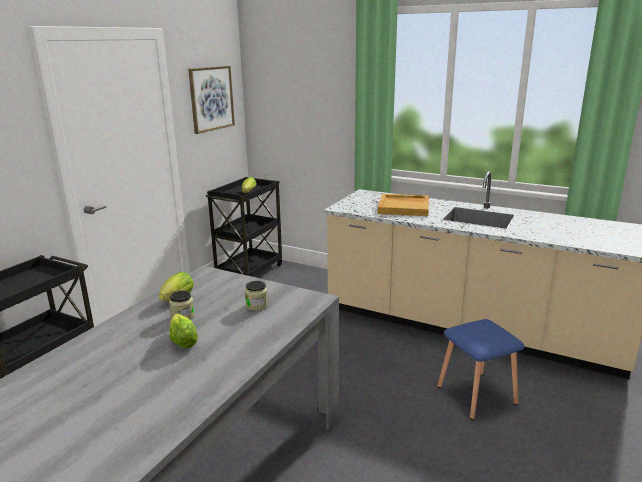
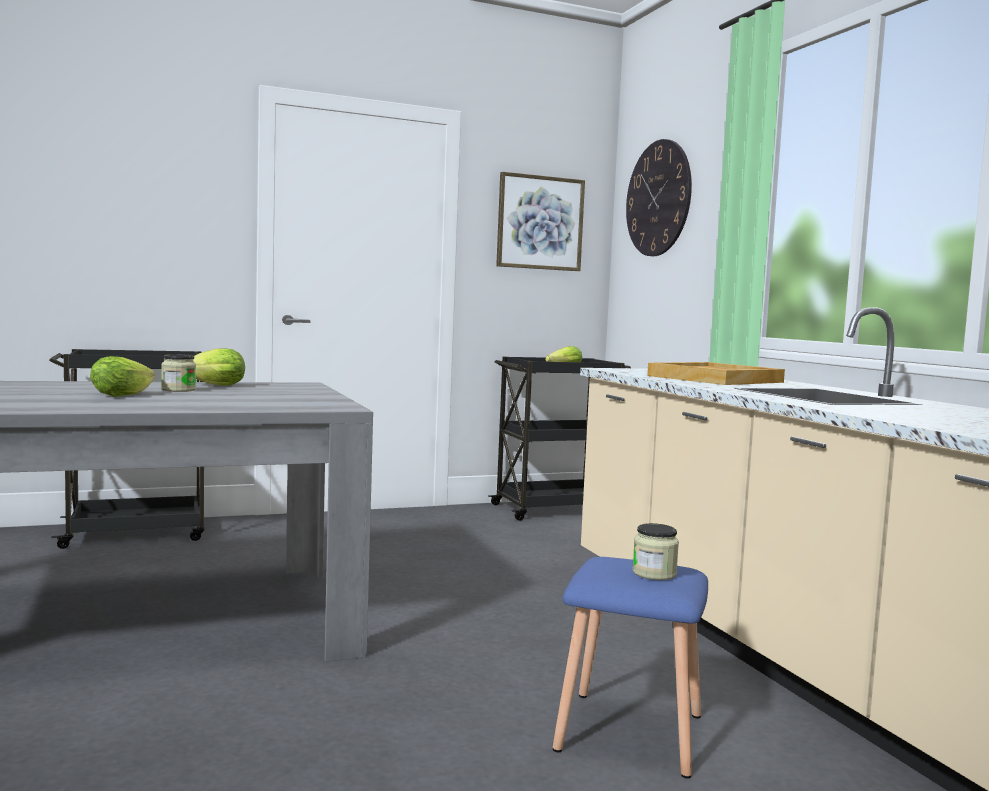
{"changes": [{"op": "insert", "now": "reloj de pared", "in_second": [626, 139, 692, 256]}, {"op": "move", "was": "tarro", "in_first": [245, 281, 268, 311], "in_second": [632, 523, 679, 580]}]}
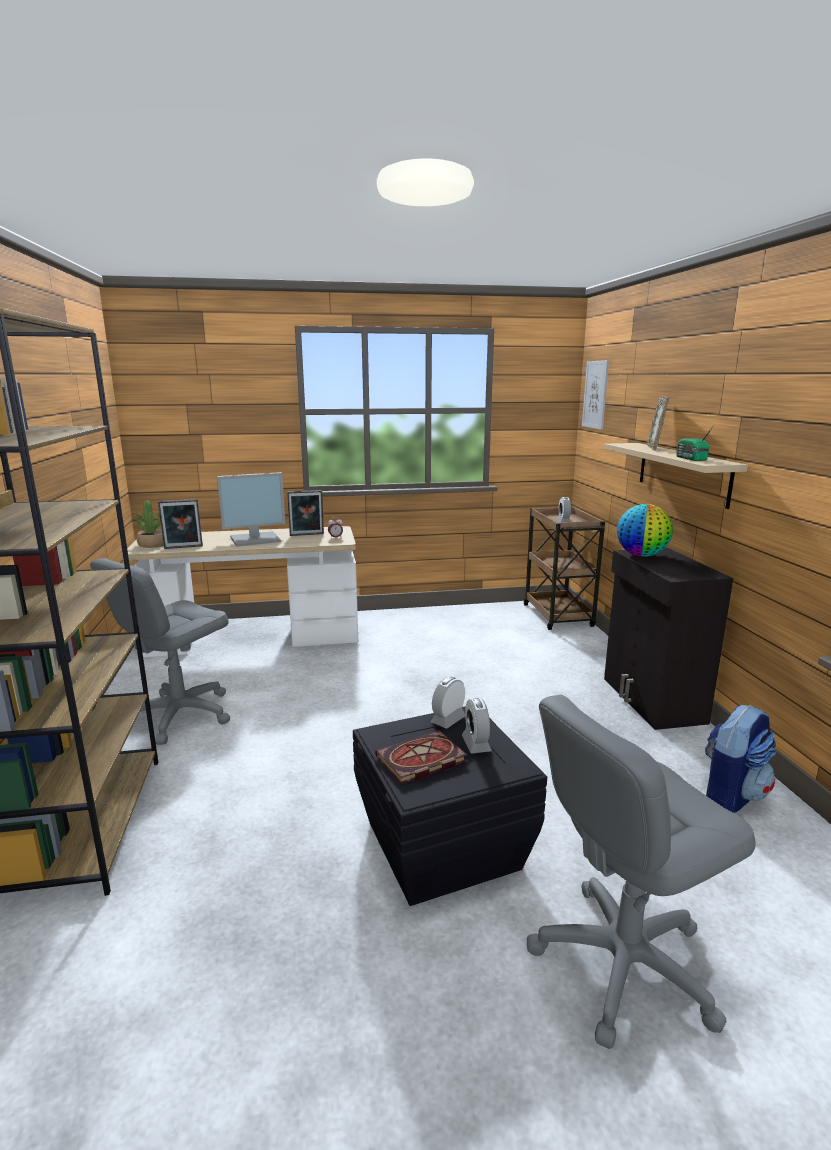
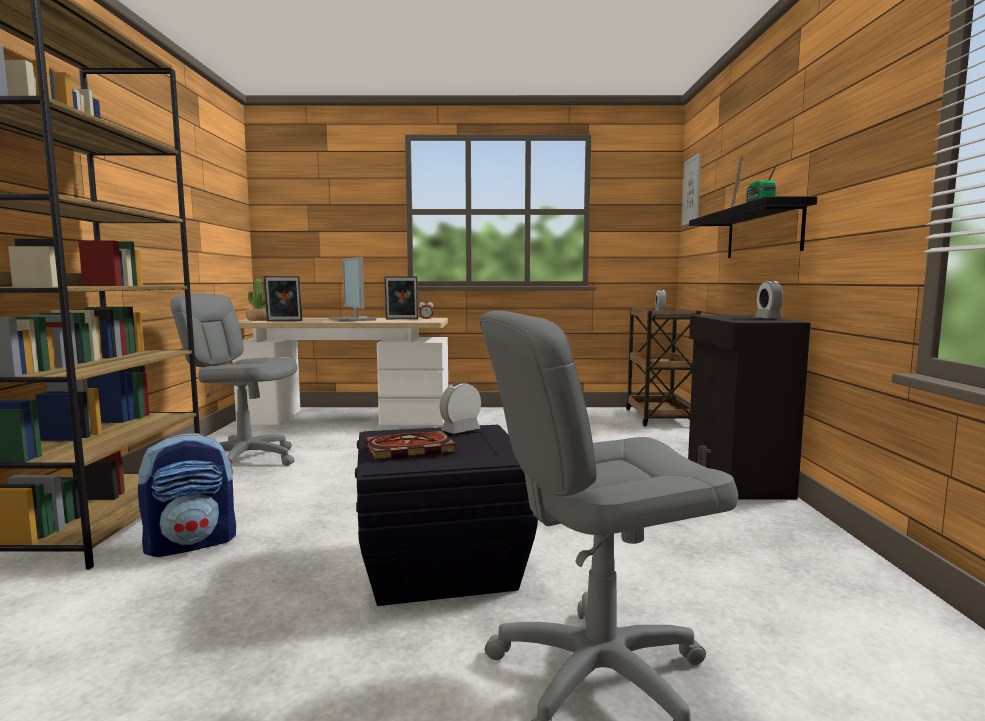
{"changes": [{"op": "move", "was": "mochila", "in_first": [705, 705, 776, 813], "in_second": [138, 433, 236, 557]}, {"op": "rotate", "was": "silla de oficina (gris)", "in_first": [90, 558, 230, 745], "in_second": [170, 293, 298, 475], "clockwise": 60}, {"op": "rotate", "was": "monitor", "in_first": [217, 472, 285, 547], "in_second": [329, 257, 376, 322], "clockwise": 75}, {"op": "recolor", "was": "estante (beis)", "now": "estante (negro)", "in_first": [604, 443, 748, 509], "in_second": [689, 196, 817, 258]}, {"op": "move", "was": "despertador", "in_first": [462, 698, 492, 753], "in_second": [754, 280, 783, 318]}, {"op": "delete", "was": "globo terráqueo", "in_first": [617, 504, 673, 557]}]}
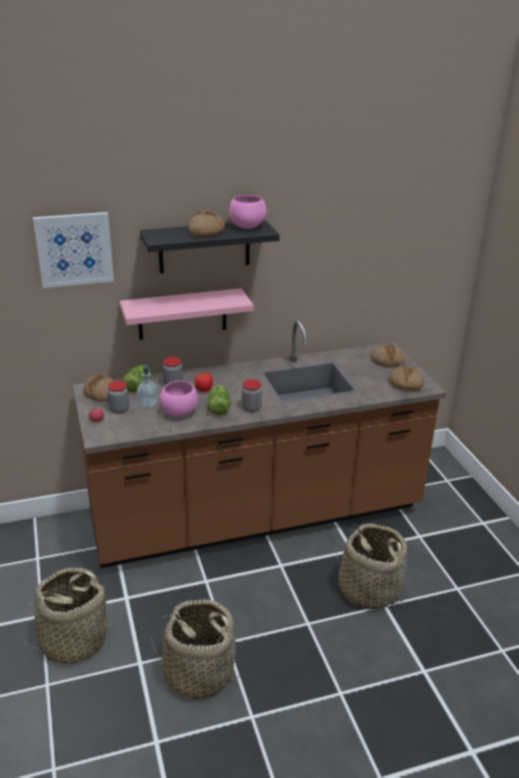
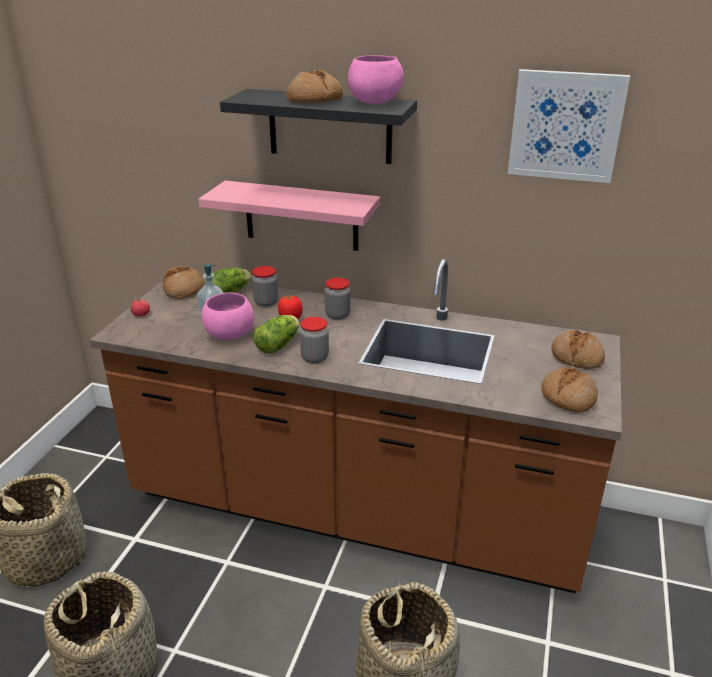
{"changes": [{"op": "move", "was": "tarro", "in_first": [107, 381, 129, 414], "in_second": [325, 278, 351, 320]}, {"op": "move", "was": "cuadro", "in_first": [33, 212, 114, 288], "in_second": [508, 69, 630, 183]}]}
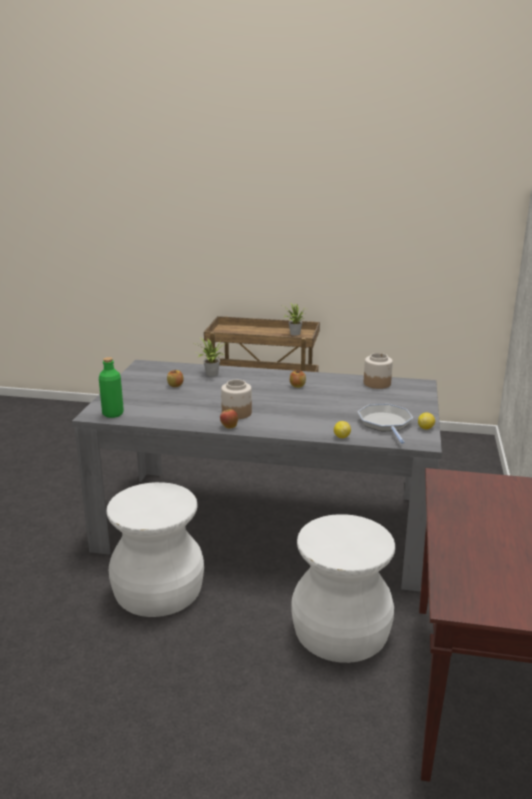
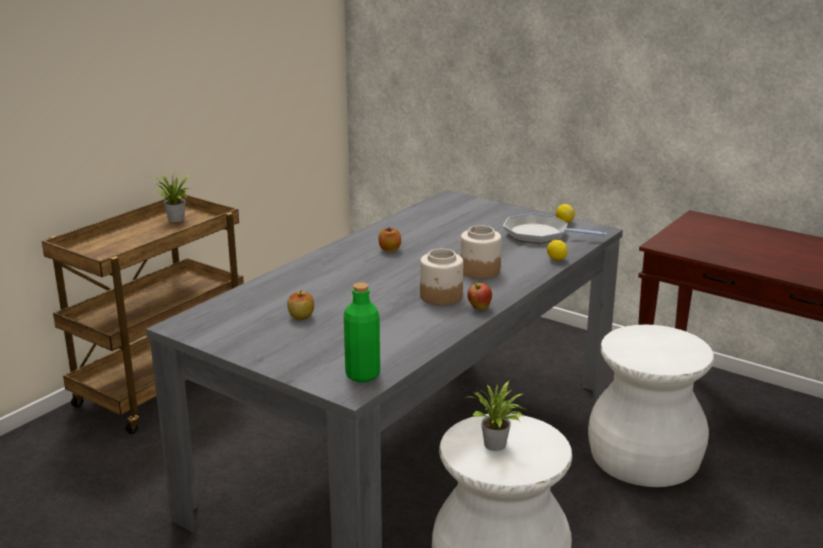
{"changes": [{"op": "move", "was": "tarro", "in_first": [364, 353, 393, 389], "in_second": [460, 225, 501, 279]}, {"op": "move", "was": "planta en maceta", "in_first": [196, 338, 226, 376], "in_second": [472, 381, 526, 451]}]}
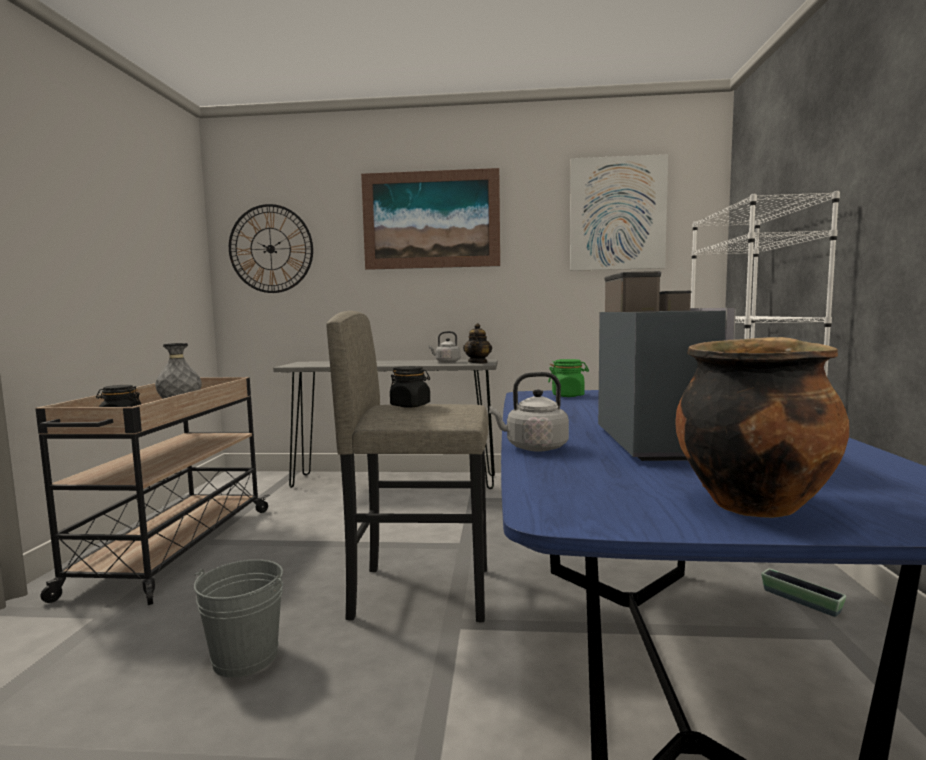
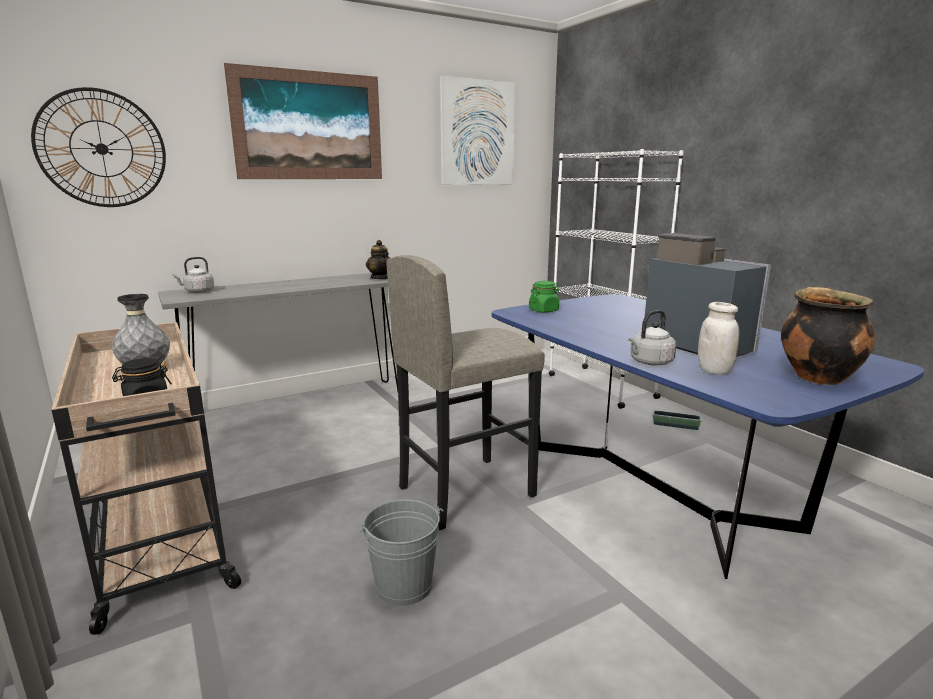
{"changes": [{"op": "move", "was": "hervidor (gris)", "in_first": [429, 331, 460, 363], "in_second": [173, 257, 214, 293]}, {"op": "insert", "now": "tarro (blanco)", "in_second": [698, 302, 739, 375]}, {"op": "delete", "was": "tarro (negro)", "in_first": [390, 366, 430, 408]}]}
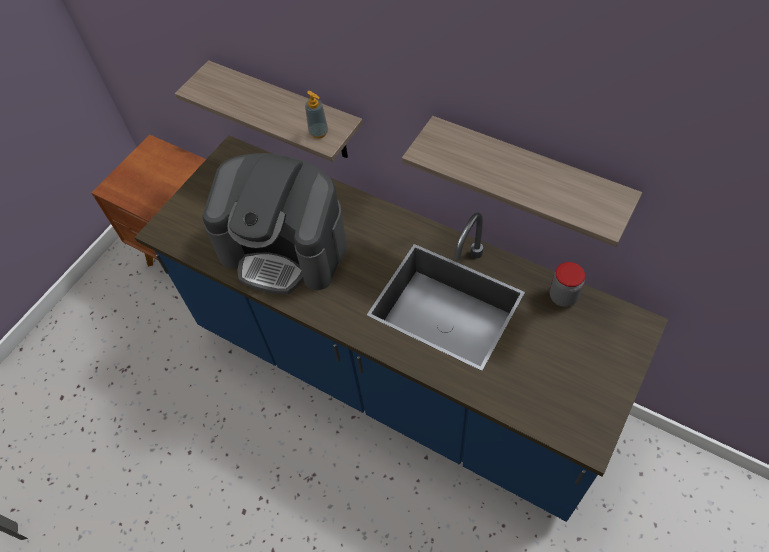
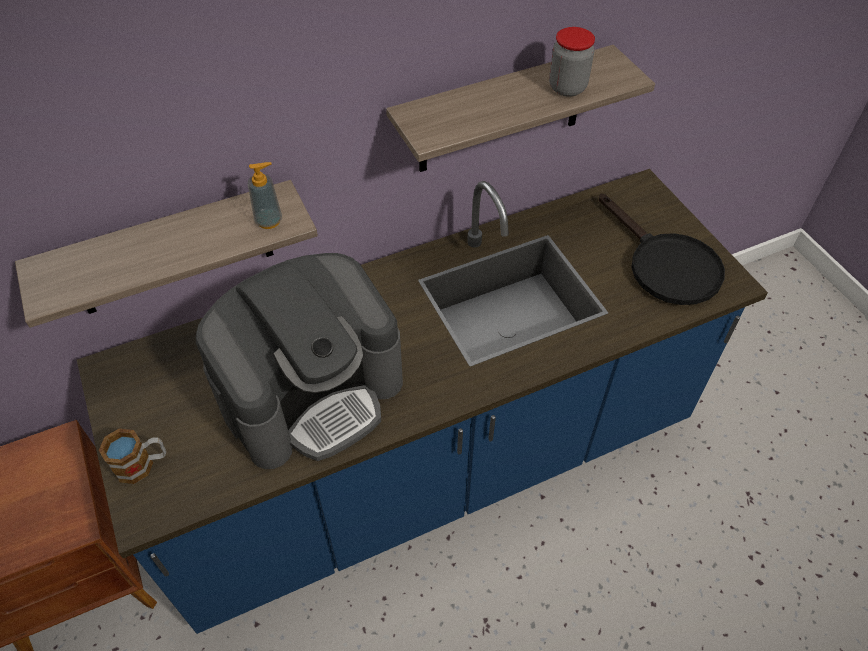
{"changes": [{"op": "insert", "now": "taza grande", "in_second": [99, 429, 166, 484]}, {"op": "move", "was": "tarro", "in_first": [549, 262, 585, 307], "in_second": [549, 27, 595, 97]}, {"op": "insert", "now": "sartén (negro)", "in_second": [599, 193, 725, 305]}]}
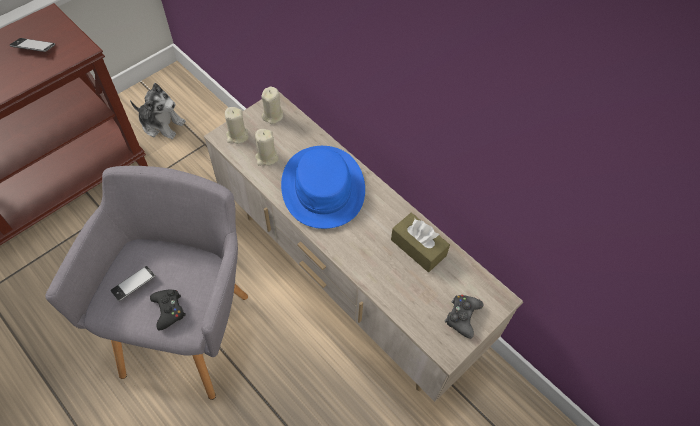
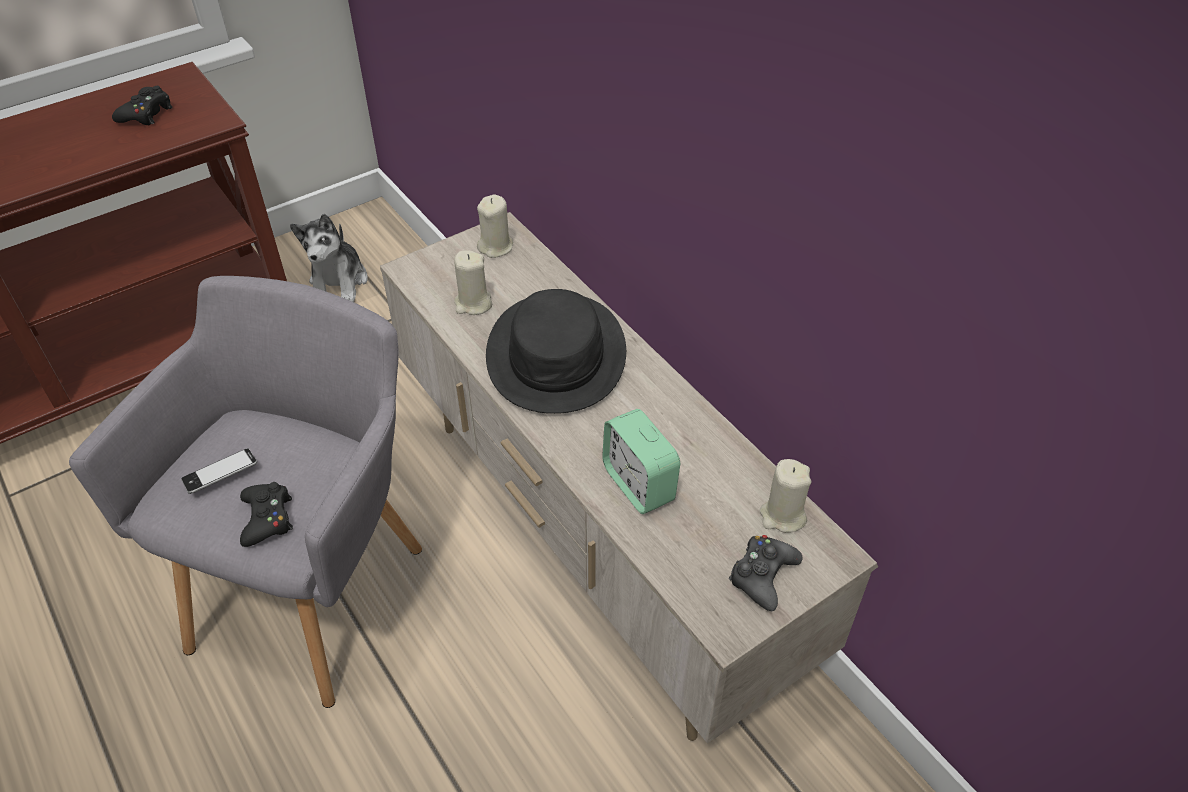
{"changes": [{"op": "replace", "was": "móvil", "now": "mando de consola (negro)", "in_first": [10, 38, 55, 52], "in_second": [112, 86, 172, 125]}, {"op": "rotate", "was": "peluche", "in_first": [130, 83, 186, 139], "in_second": [290, 213, 368, 302], "clockwise": 60}, {"op": "recolor", "was": "sombrero (azul)", "now": "sombrero (negro)", "in_first": [281, 146, 365, 229], "in_second": [486, 289, 626, 414]}, {"op": "insert", "now": "despertador", "in_second": [602, 409, 680, 514]}, {"op": "move", "was": "vela (beis)", "in_first": [225, 107, 249, 144], "in_second": [760, 459, 811, 533]}, {"op": "delete", "was": "caja de pañuelos (marrón)", "in_first": [391, 213, 450, 272]}]}
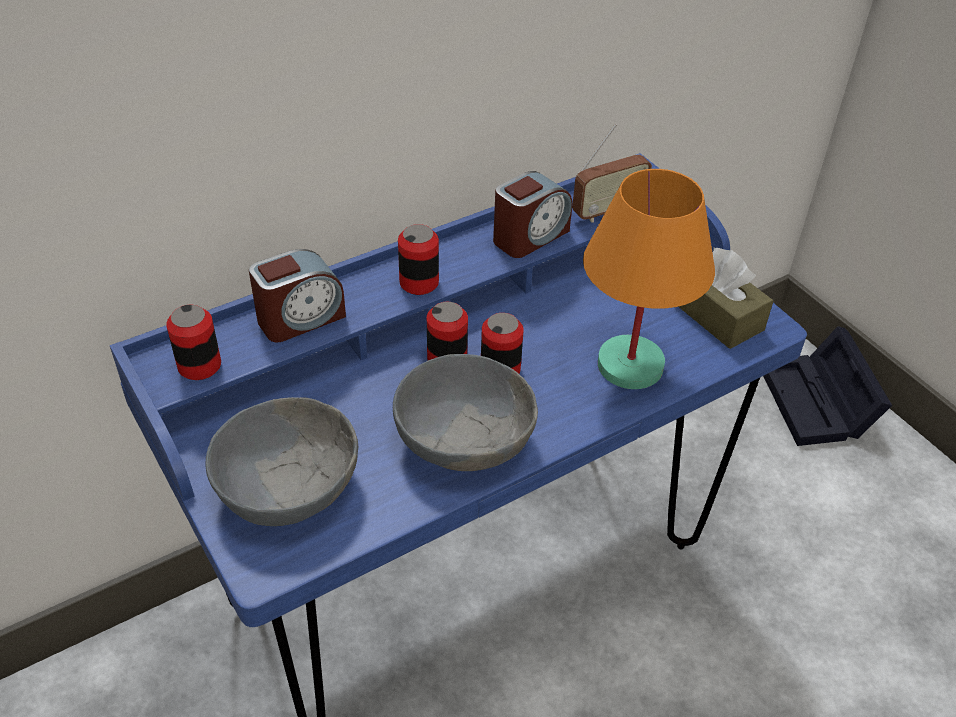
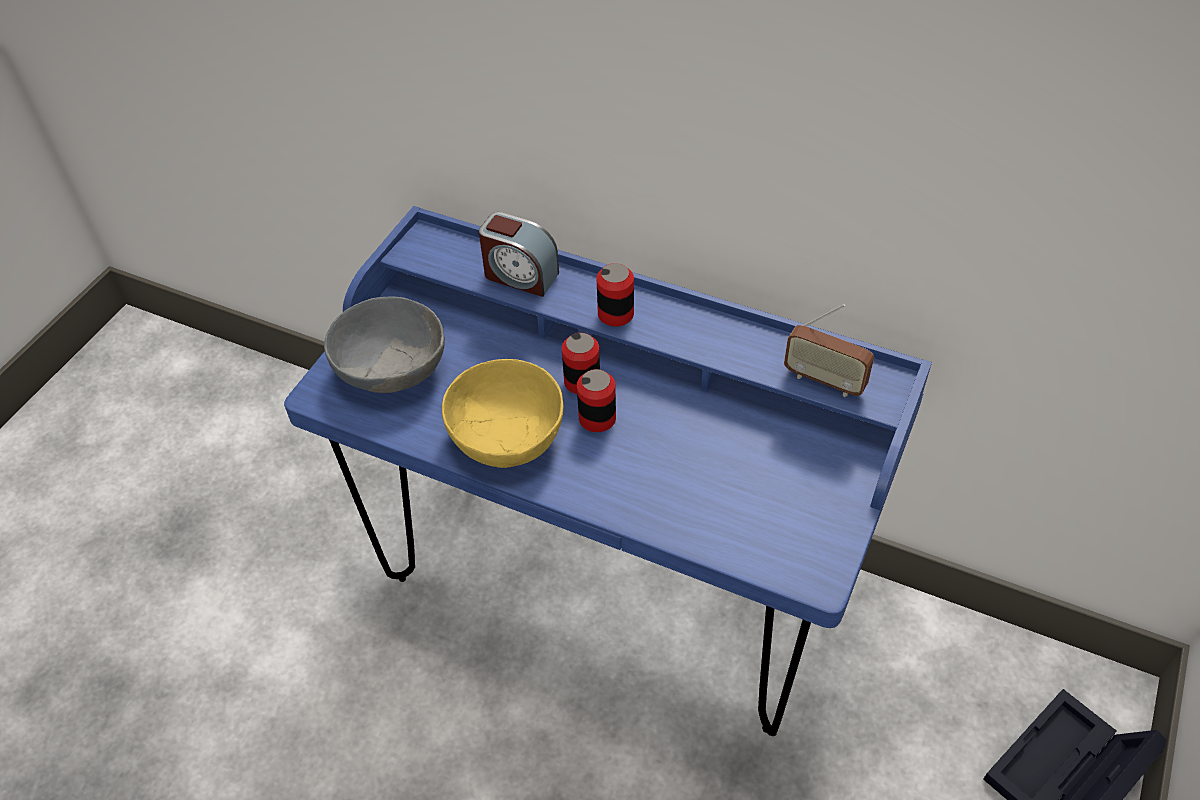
{"changes": [{"op": "recolor", "was": "cuenco (gris)", "now": "cuenco (amarillo)", "in_first": [393, 354, 538, 471], "in_second": [442, 359, 563, 468]}, {"op": "delete", "was": "lata", "in_first": [166, 305, 221, 380]}, {"op": "delete", "was": "despertador", "in_first": [493, 171, 572, 258]}, {"op": "delete", "was": "lámpara de mesa (naranja)", "in_first": [583, 169, 715, 389]}, {"op": "delete", "was": "caja de pañuelos (marrón)", "in_first": [678, 248, 773, 349]}]}
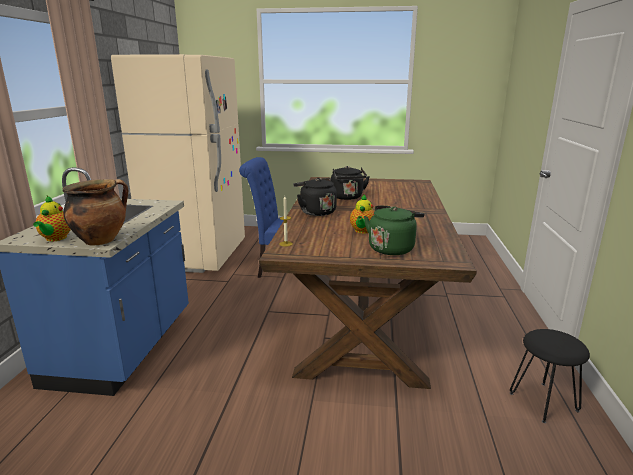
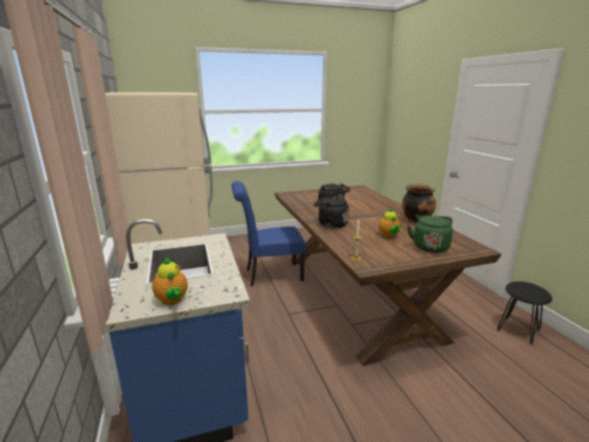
{"changes": [{"op": "move", "was": "olla", "in_first": [63, 179, 128, 246], "in_second": [402, 183, 436, 223]}]}
